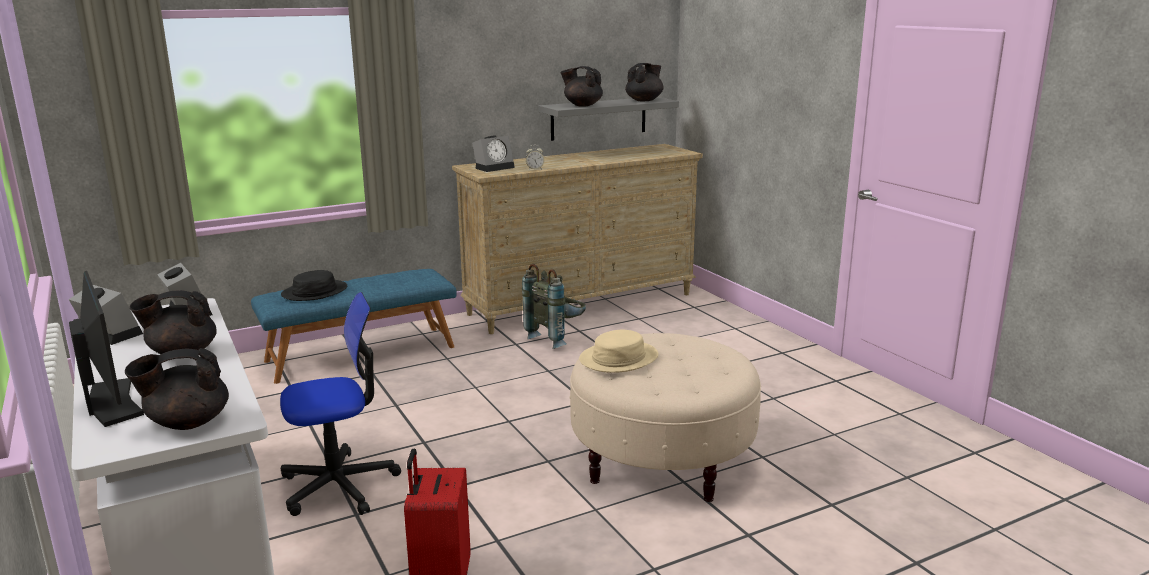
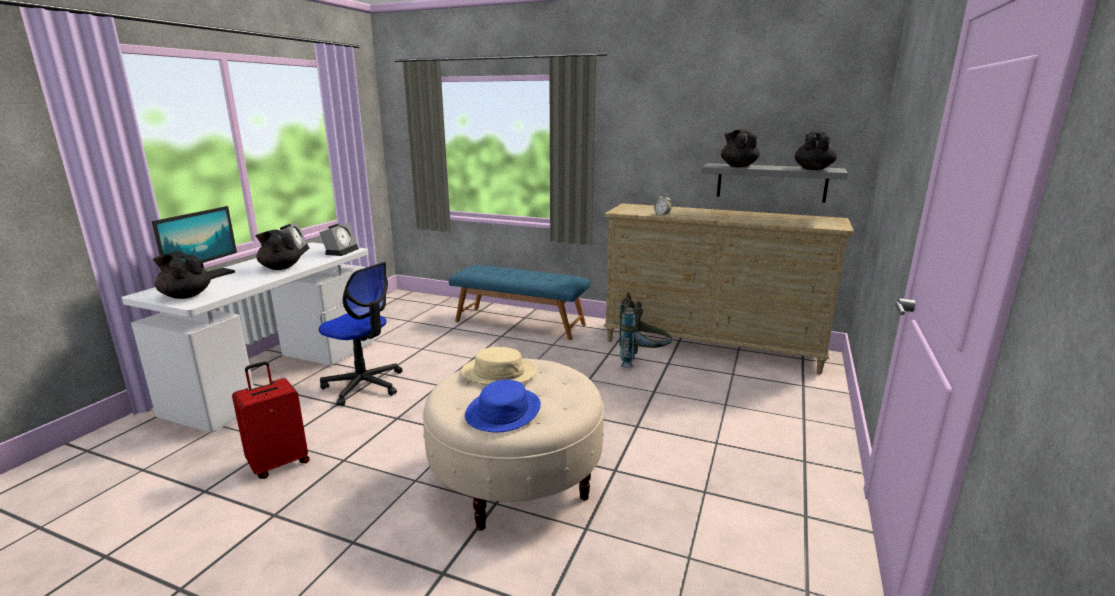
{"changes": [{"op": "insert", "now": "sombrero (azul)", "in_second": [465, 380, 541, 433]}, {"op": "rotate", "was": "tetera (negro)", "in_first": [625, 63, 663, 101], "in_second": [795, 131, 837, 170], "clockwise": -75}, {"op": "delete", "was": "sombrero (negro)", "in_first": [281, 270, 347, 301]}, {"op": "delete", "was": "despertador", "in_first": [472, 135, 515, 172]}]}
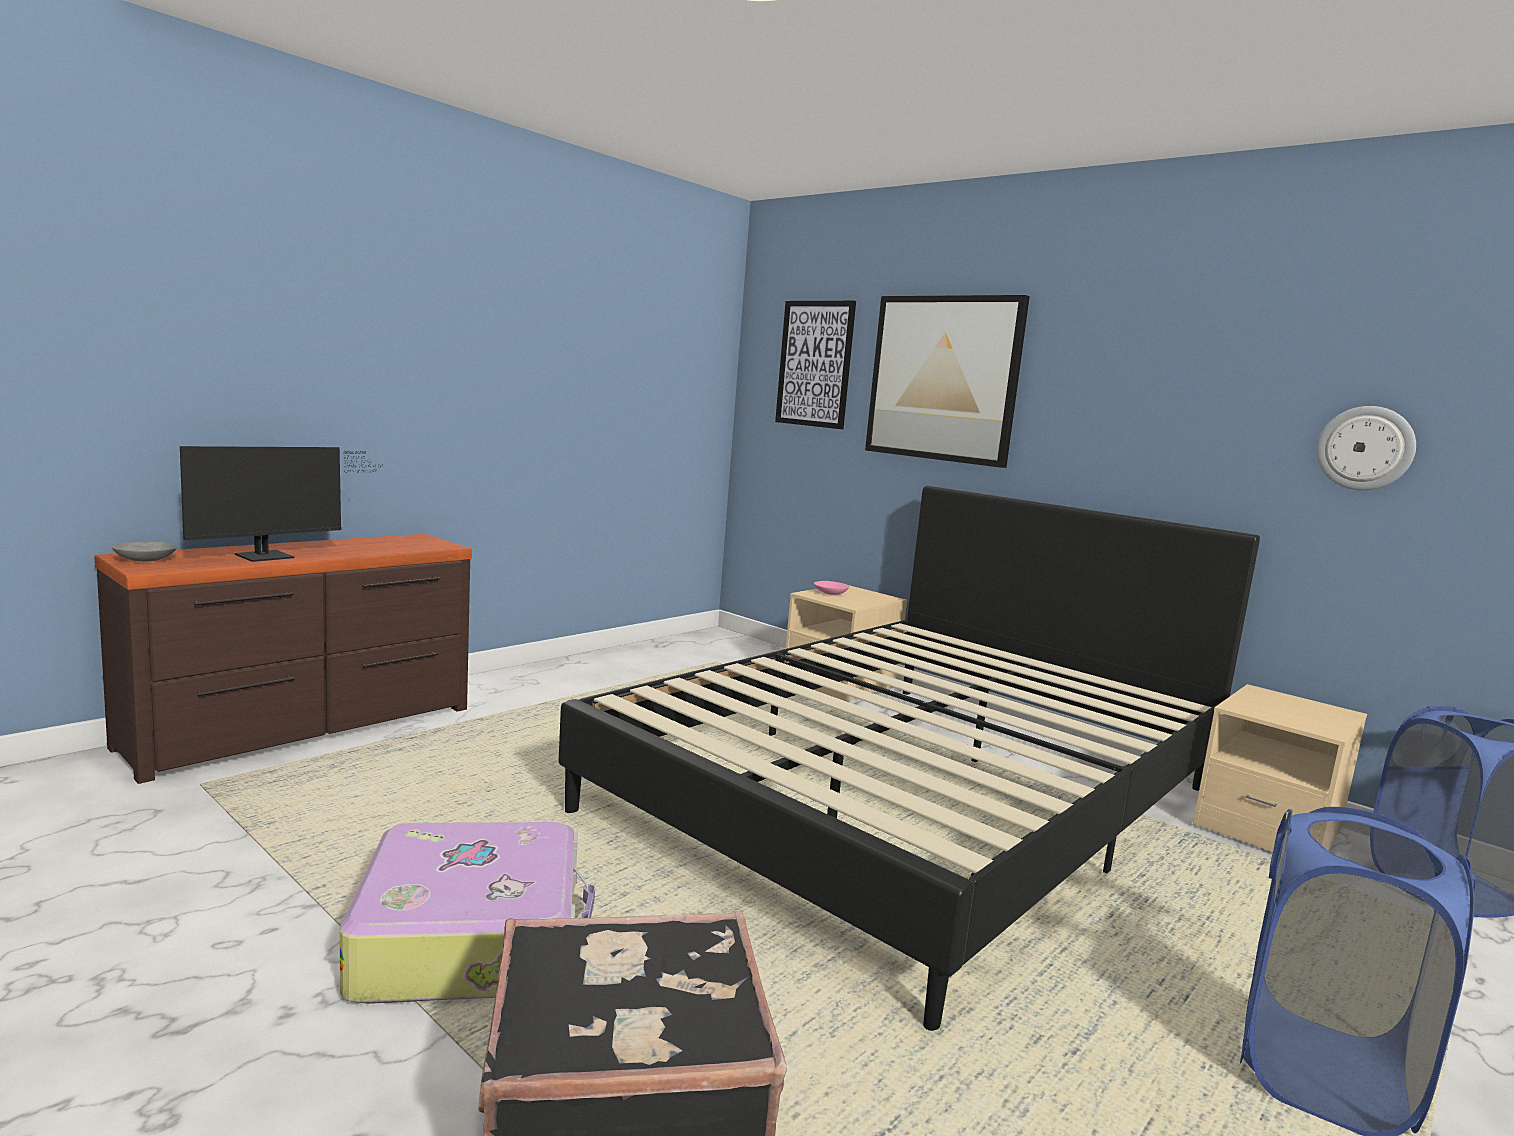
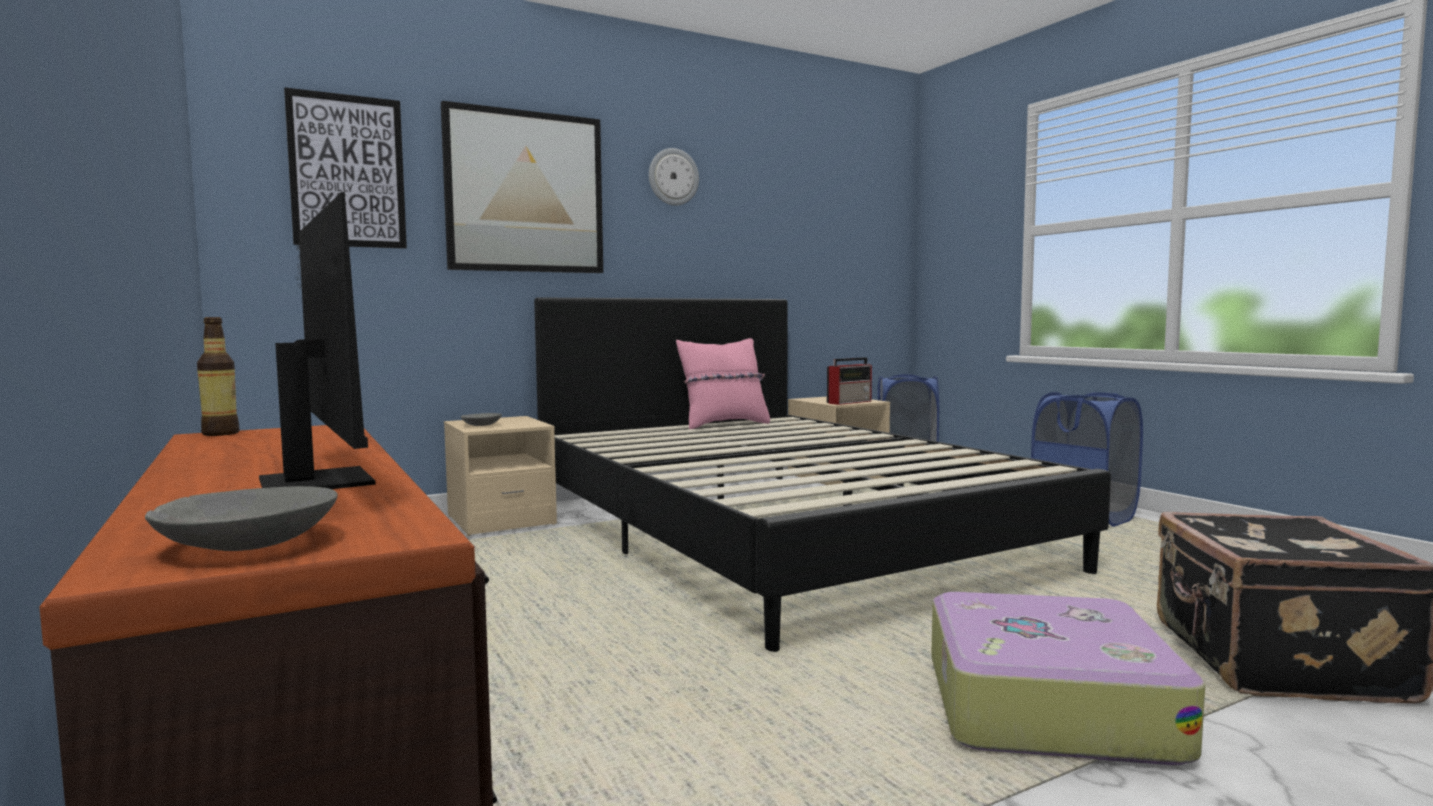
{"changes": [{"op": "insert", "now": "botella", "in_second": [197, 317, 239, 436]}, {"op": "recolor", "was": "cuenco (rosa)", "now": "cuenco (gris)", "in_first": [814, 581, 850, 595], "in_second": [461, 413, 502, 426]}, {"op": "move", "was": "reloj de pared", "in_first": [1316, 406, 1416, 490], "in_second": [649, 148, 699, 206]}, {"op": "insert", "now": "cojín (rosa)", "in_second": [676, 338, 770, 429]}, {"op": "insert", "now": "radio", "in_second": [827, 357, 872, 405]}]}
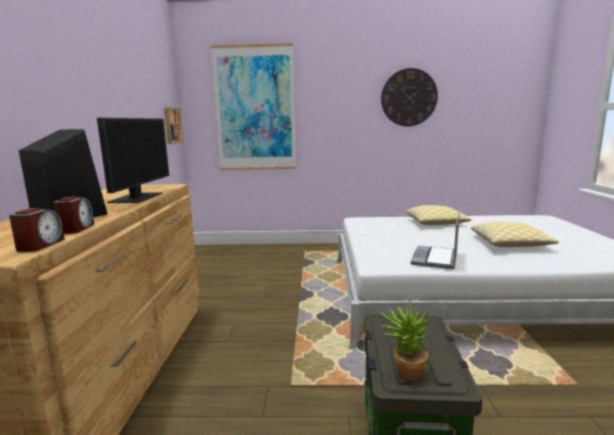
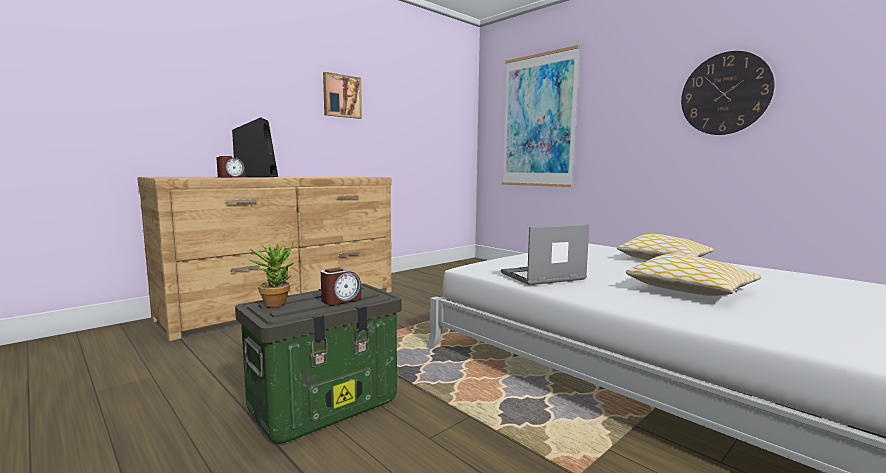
{"changes": [{"op": "move", "was": "despertador", "in_first": [9, 208, 65, 252], "in_second": [321, 267, 361, 305]}, {"op": "move", "was": "cuadro", "in_first": [164, 108, 183, 144], "in_second": [323, 72, 362, 119]}, {"op": "delete", "was": "monitor", "in_first": [97, 118, 169, 203]}]}
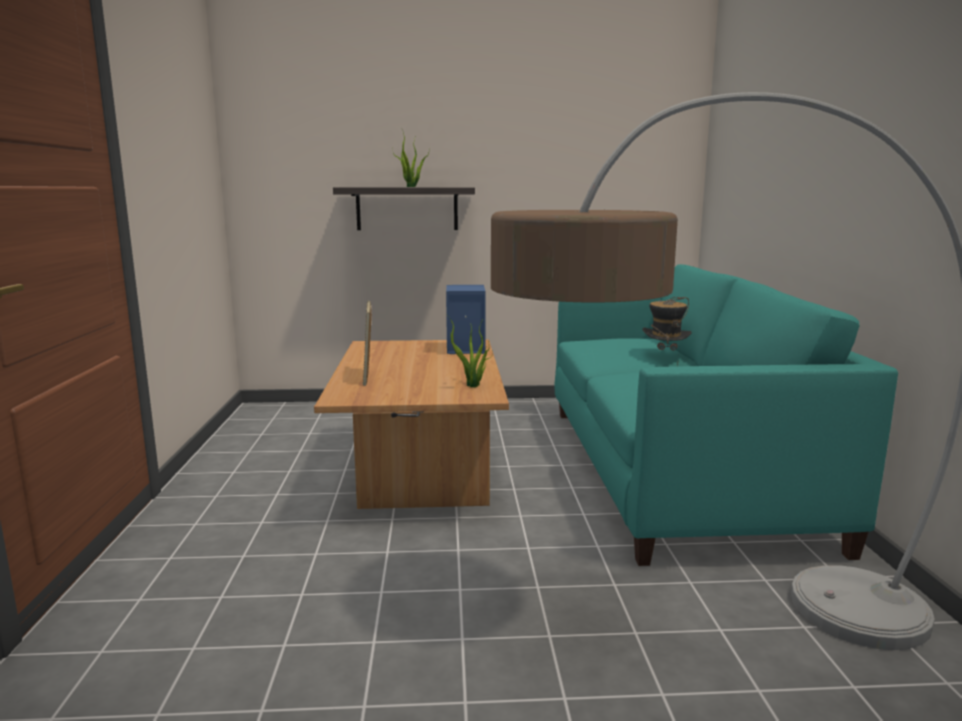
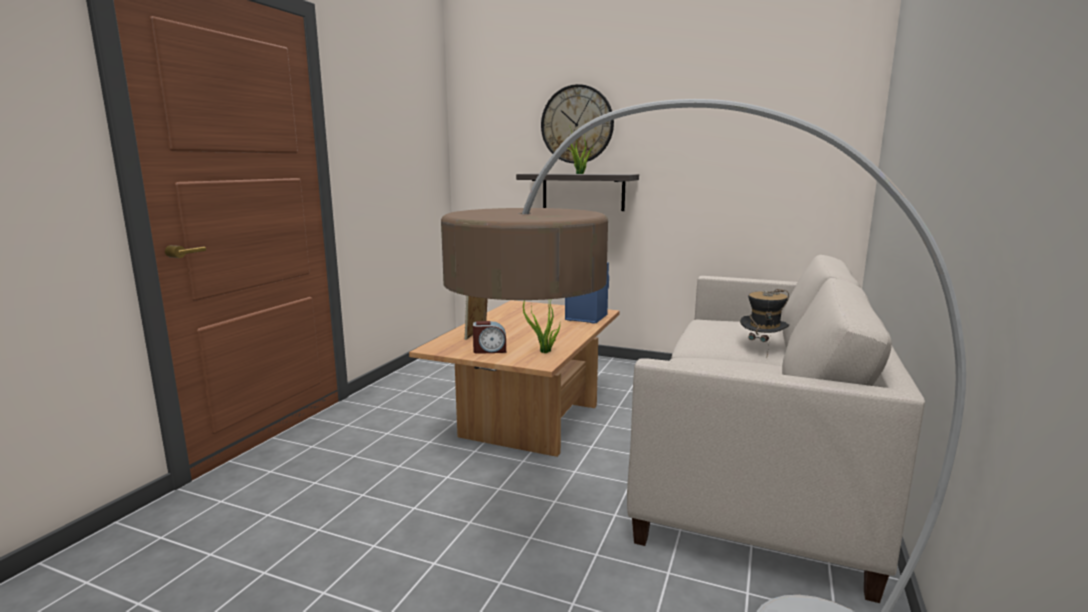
{"changes": [{"op": "insert", "now": "despertador", "in_second": [473, 321, 506, 354]}, {"op": "insert", "now": "reloj de pared", "in_second": [541, 84, 614, 163]}, {"op": "recolor", "was": "sofá (turquesa)", "now": "sofá (beis)", "in_first": [554, 264, 898, 566], "in_second": [627, 255, 925, 603]}]}
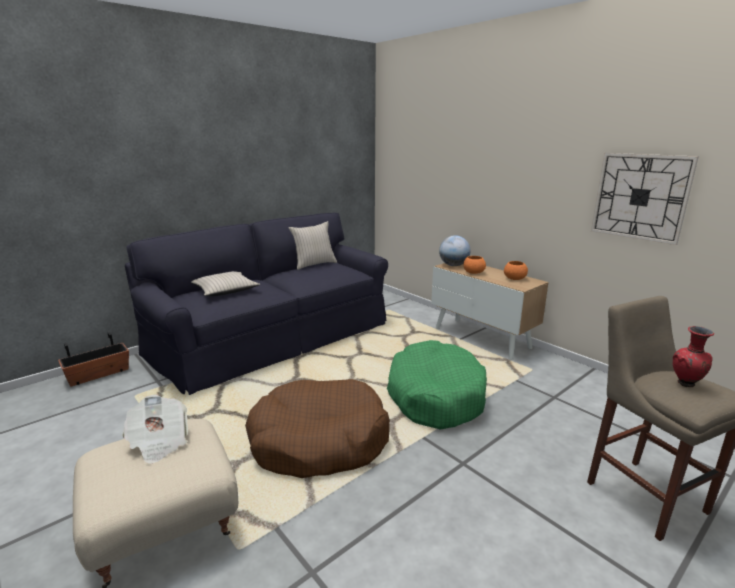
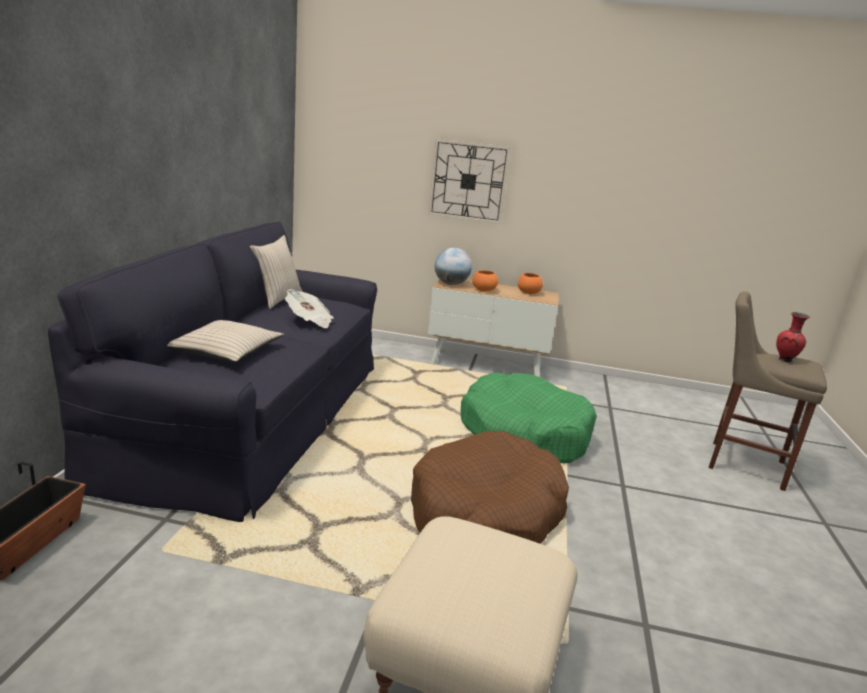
{"changes": [{"op": "move", "was": "periódico", "in_first": [122, 394, 188, 464], "in_second": [285, 289, 334, 328]}, {"op": "move", "was": "reloj de pared", "in_first": [591, 153, 699, 245], "in_second": [428, 139, 511, 224]}]}
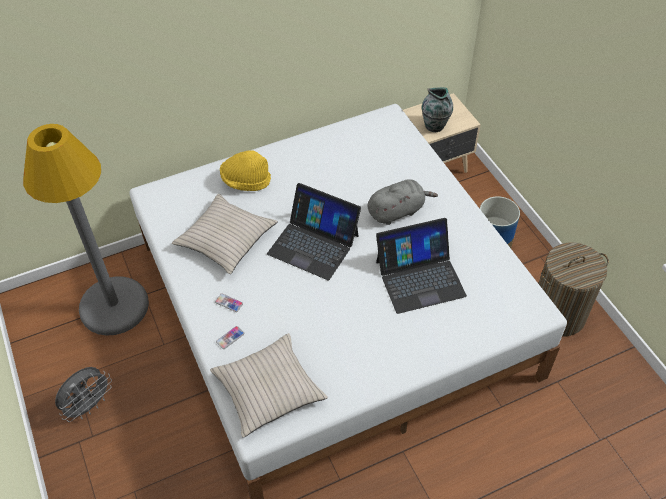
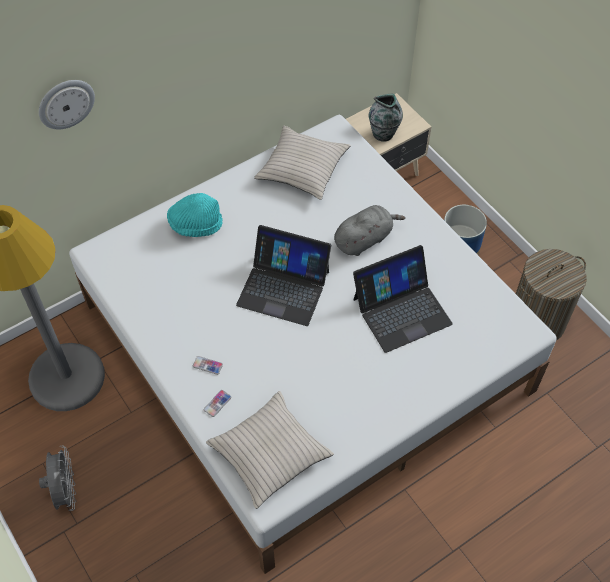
{"changes": [{"op": "insert", "now": "reloj de pared", "in_second": [39, 80, 95, 129]}, {"op": "rotate", "was": "ventilador (gris)", "in_first": [55, 367, 112, 422], "in_second": [39, 445, 76, 511], "clockwise": -45}, {"op": "recolor", "was": "sombrero (amarillo)", "now": "sombrero (turquesa)", "in_first": [220, 150, 271, 191], "in_second": [167, 193, 223, 237]}, {"op": "move", "was": "cojín (beis)", "in_first": [172, 194, 278, 274], "in_second": [254, 126, 351, 200]}]}
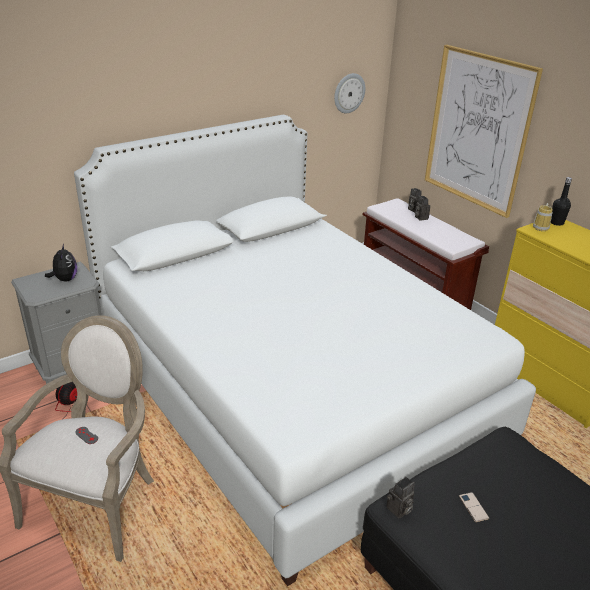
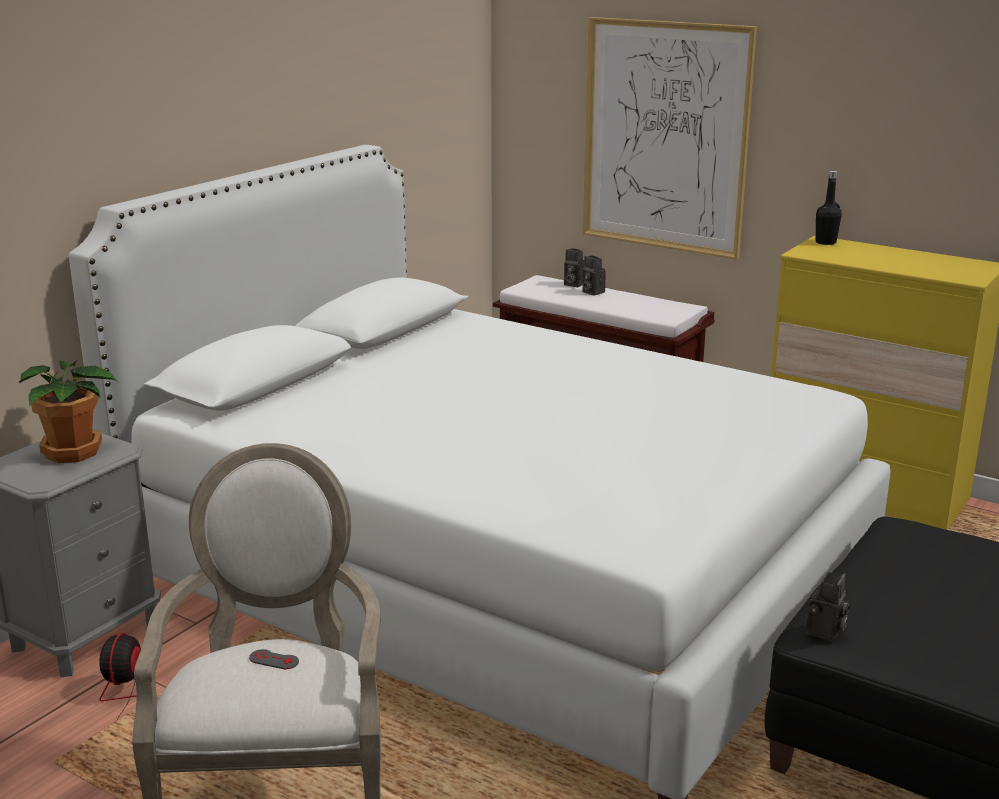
{"changes": [{"op": "replace", "was": "peluche", "now": "planta en maceta", "in_first": [45, 244, 77, 281], "in_second": [19, 360, 119, 463]}, {"op": "delete", "was": "reloj de pared", "in_first": [334, 73, 365, 113]}, {"op": "delete", "was": "móvil", "in_first": [459, 492, 489, 522]}, {"op": "delete", "was": "taza grande", "in_first": [533, 203, 553, 231]}]}
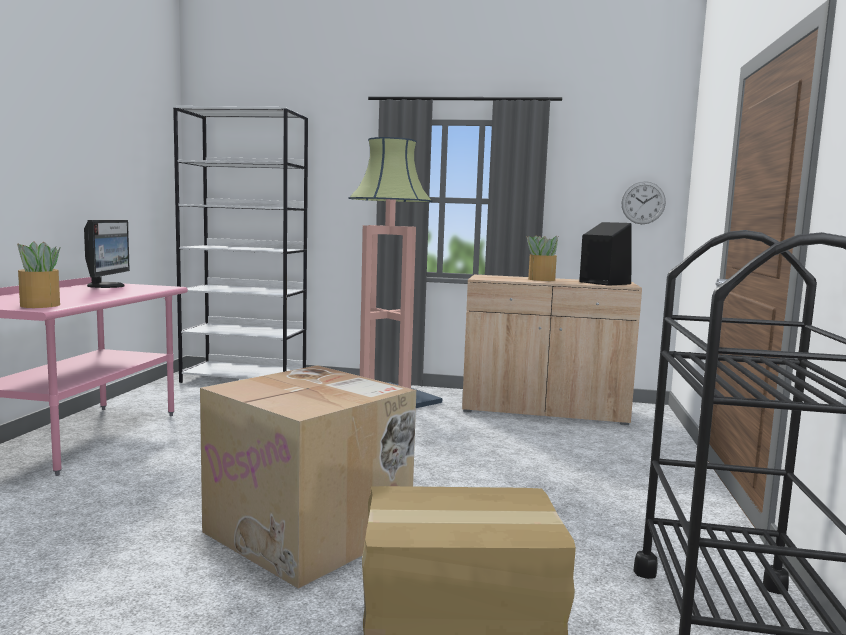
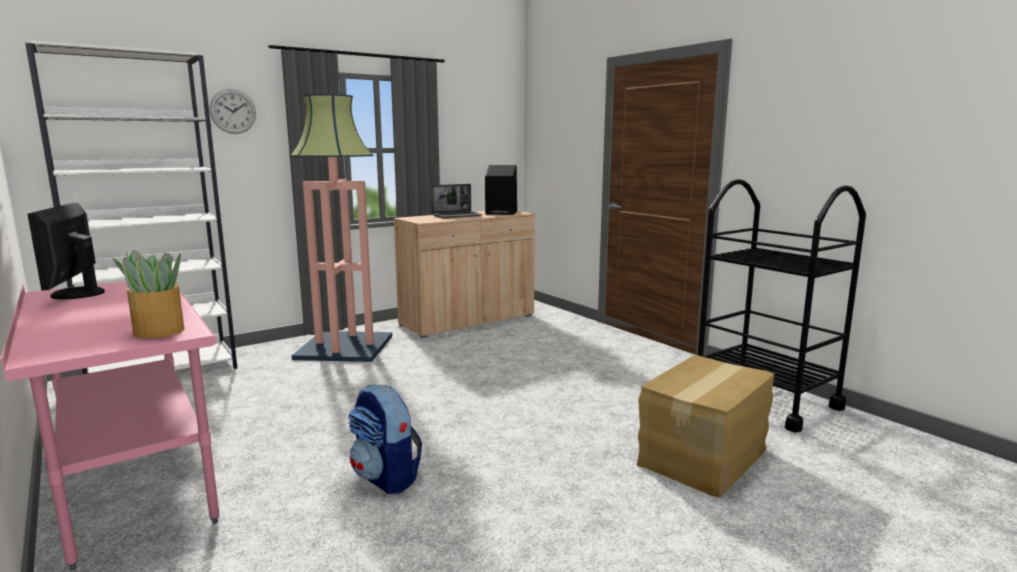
{"changes": [{"op": "rotate", "was": "monitor", "in_first": [84, 220, 130, 288], "in_second": [27, 203, 105, 299], "clockwise": -150}, {"op": "move", "was": "reloj de pared", "in_first": [621, 181, 666, 224], "in_second": [210, 89, 256, 134]}, {"op": "insert", "now": "mochila", "in_second": [348, 384, 422, 494]}, {"op": "replace", "was": "planta en maceta", "now": "portátil", "in_first": [526, 235, 558, 281], "in_second": [431, 184, 482, 218]}, {"op": "delete", "was": "caja de cartón", "in_first": [200, 365, 416, 589]}]}
